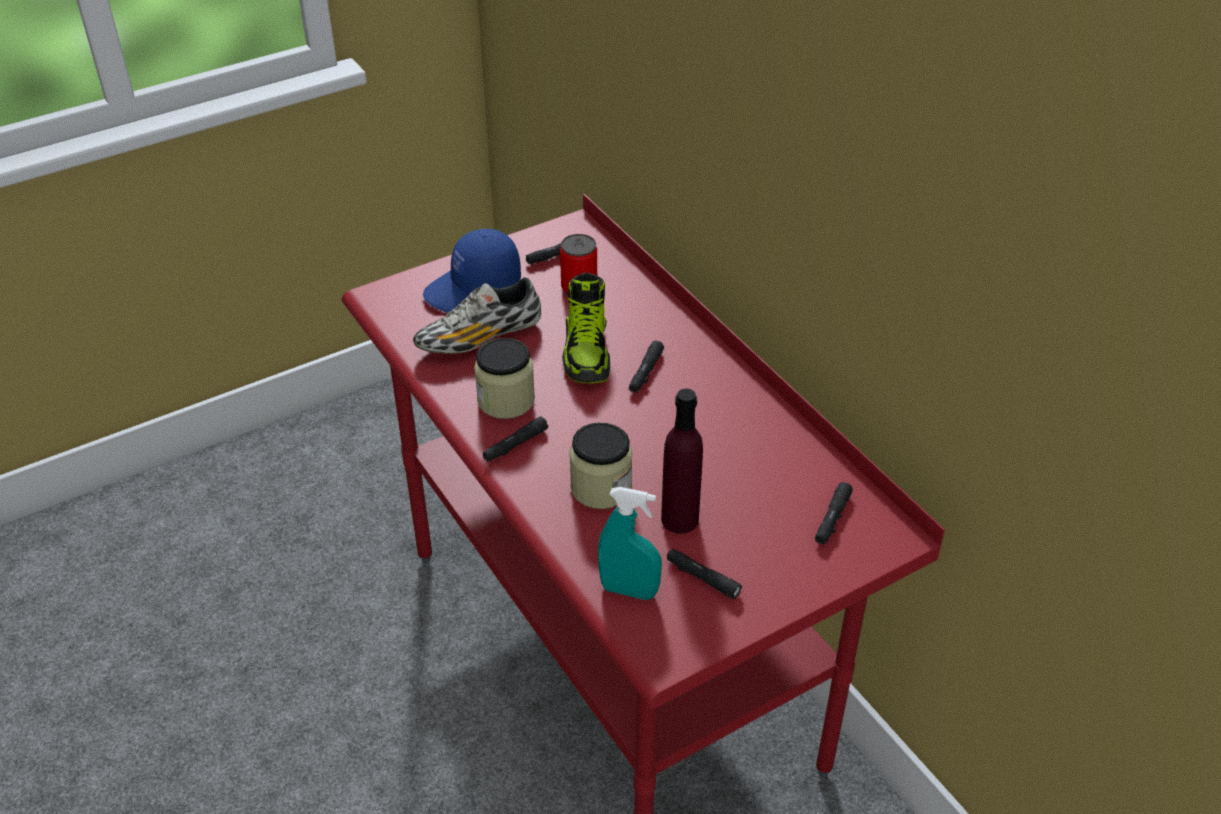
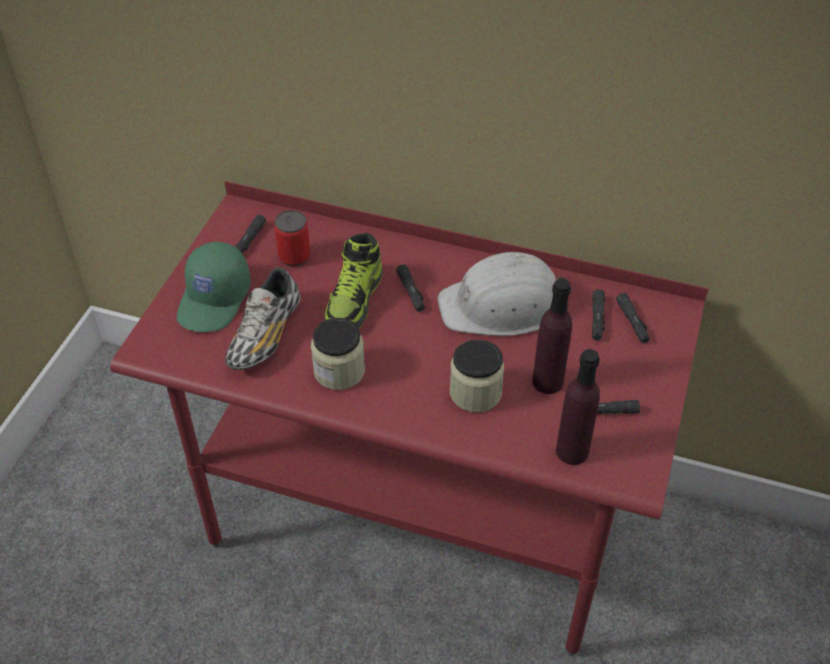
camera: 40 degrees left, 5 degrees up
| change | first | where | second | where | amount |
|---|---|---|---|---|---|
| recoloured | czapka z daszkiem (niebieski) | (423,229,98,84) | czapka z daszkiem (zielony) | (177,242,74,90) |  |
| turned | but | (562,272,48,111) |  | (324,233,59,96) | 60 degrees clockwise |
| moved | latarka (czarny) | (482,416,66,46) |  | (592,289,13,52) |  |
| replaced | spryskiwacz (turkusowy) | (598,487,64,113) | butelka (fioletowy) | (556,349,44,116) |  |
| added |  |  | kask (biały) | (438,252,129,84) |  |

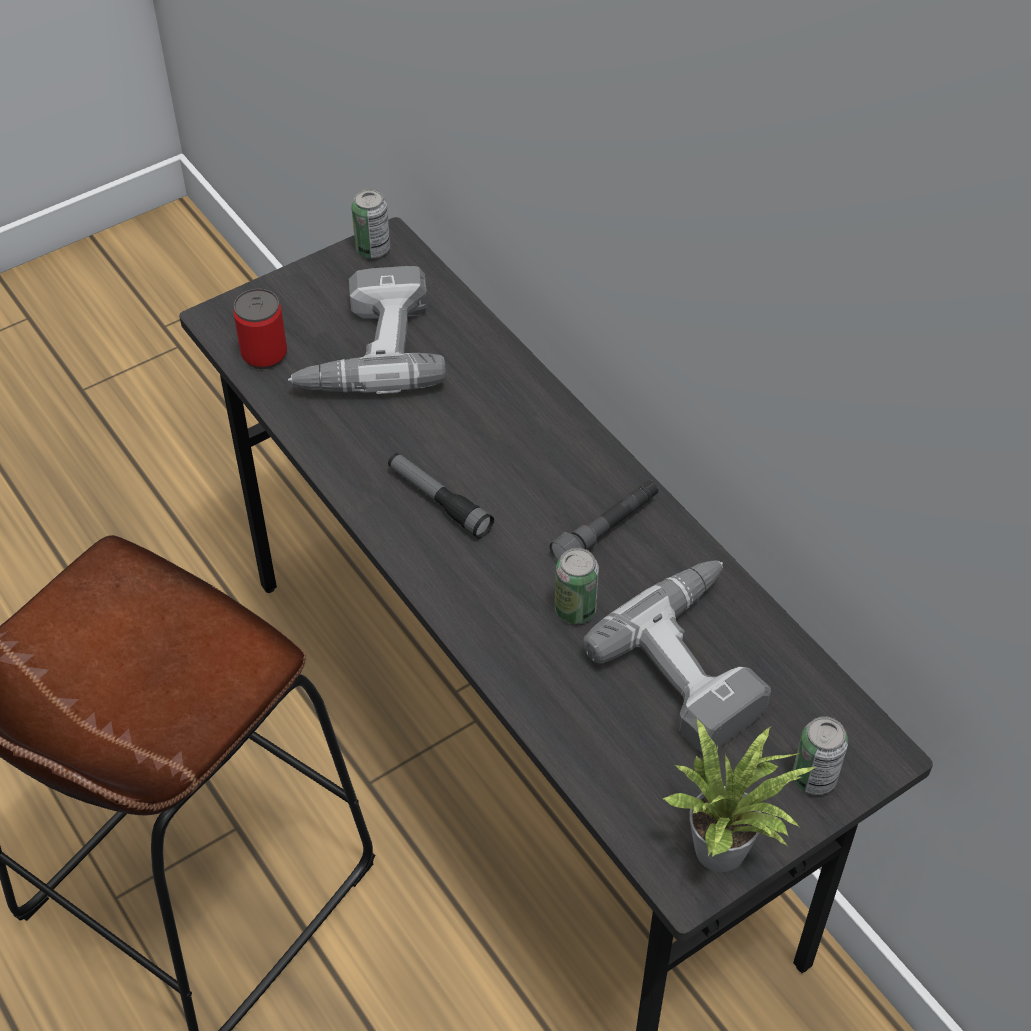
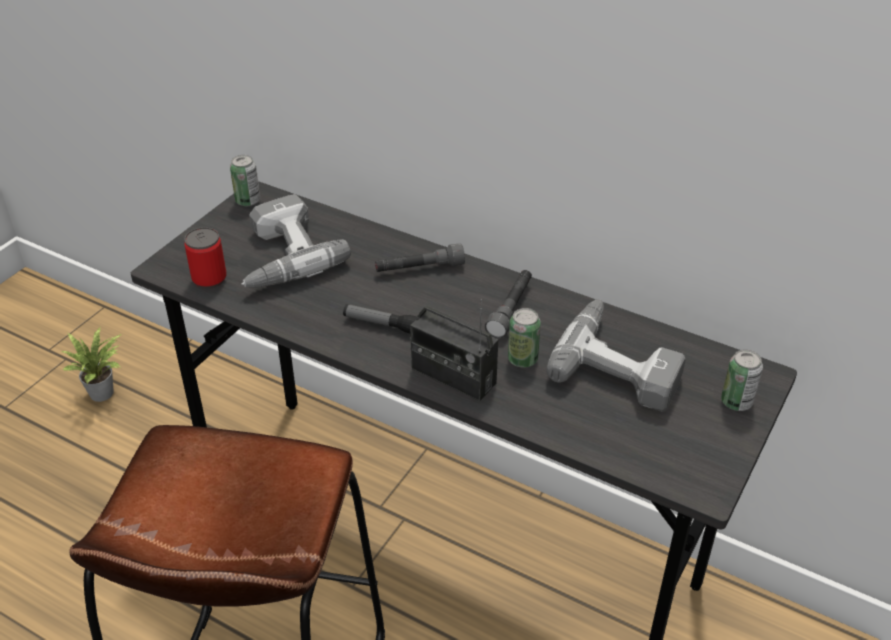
camera: 25 degrees left, 10 degrees down
| change | first | where | second | where | amount |
|---|---|---|---|---|---|
| moved | roślina doniczkowa | (663,719,153,153) |  | (61,327,61,75) |  |
| added |  |  | latarka (szary) | (375,244,90,28) |  |
| added |  |  | radio | (410,299,88,102) |  |

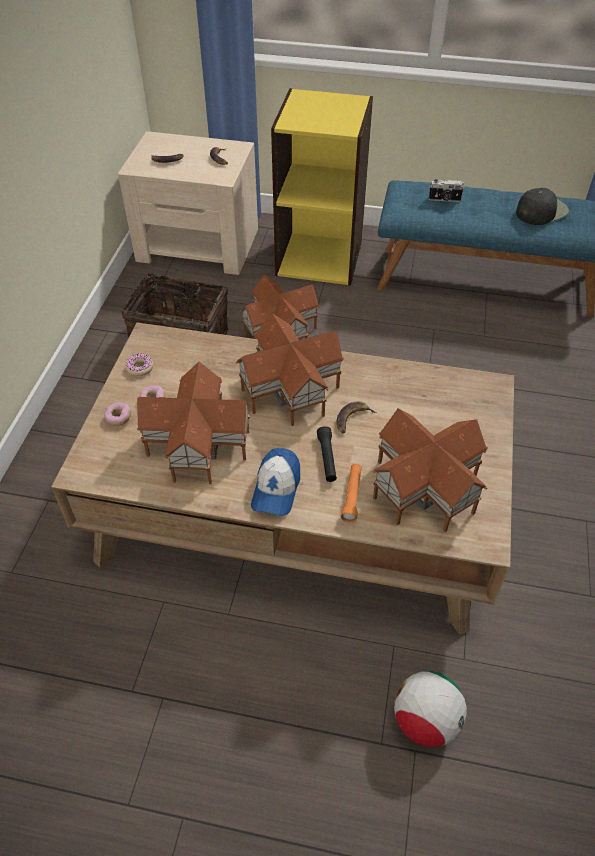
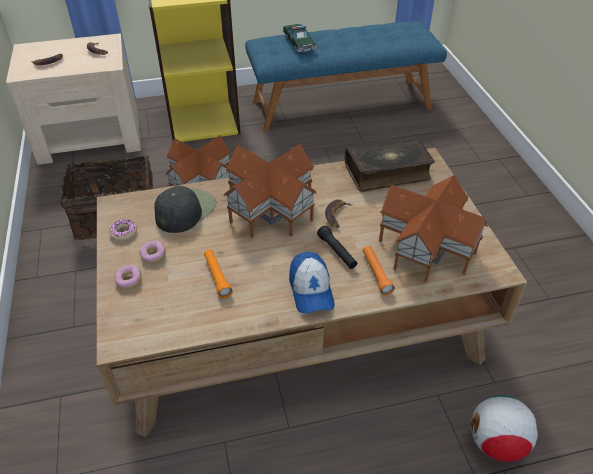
camera: 25 degrees left, 5 degrees down
| change | first | where | second | where | amount |
|---|---|---|---|---|---|
| replaced | aparat fotograficzny | (429,179,35,23) | samochodzik | (282,24,35,28) |  |
| moved | czapka z daszkiem (czarny) | (516,188,53,37) |  | (154,186,62,47) |  |
| replaced | domek | (137,362,114,122) | latarka (pomarańczowy) | (204,250,29,48) |  |
| added |  |  | książka | (345,138,90,54) |  |

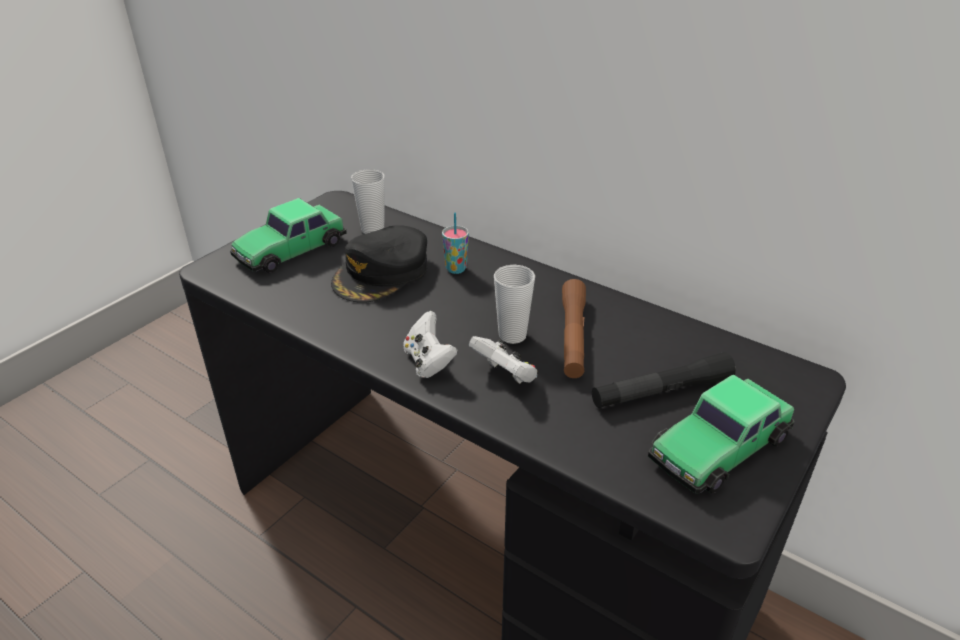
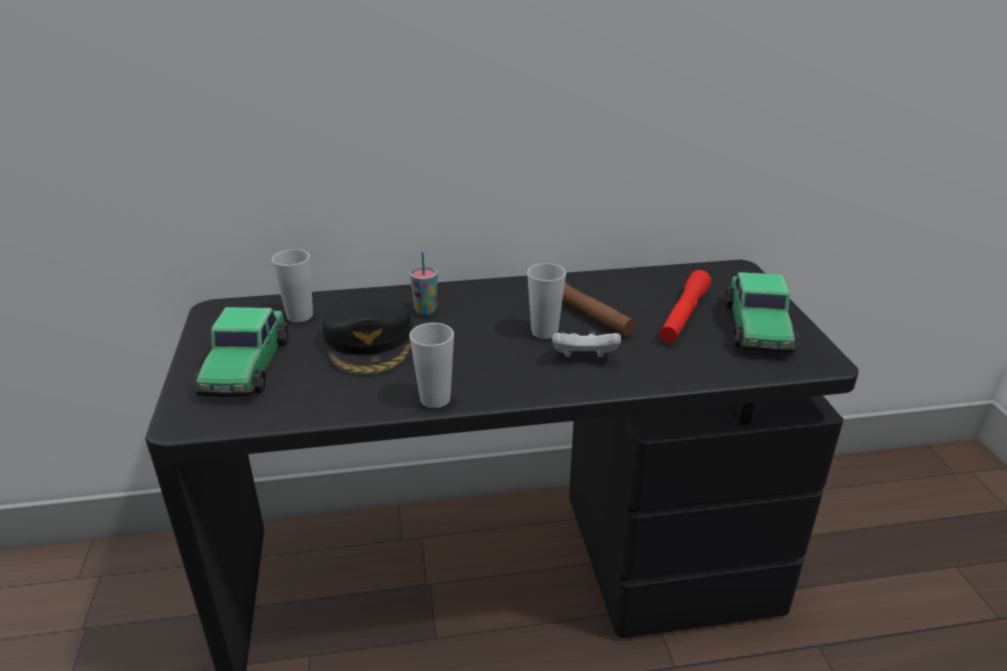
camera: 45 degrees left, 5 degrees down
| change | first | where | second | where | amount |
|---|---|---|---|---|---|
| removed | pad do gier (biały) | (403,311,55,67) |  |  |  |
| recoloured | latarka (czarny) | (592,352,144,56) | latarka (czerwony) | (659,270,52,73) |  |
| added |  |  | filiżanka | (409,322,45,86) |  |

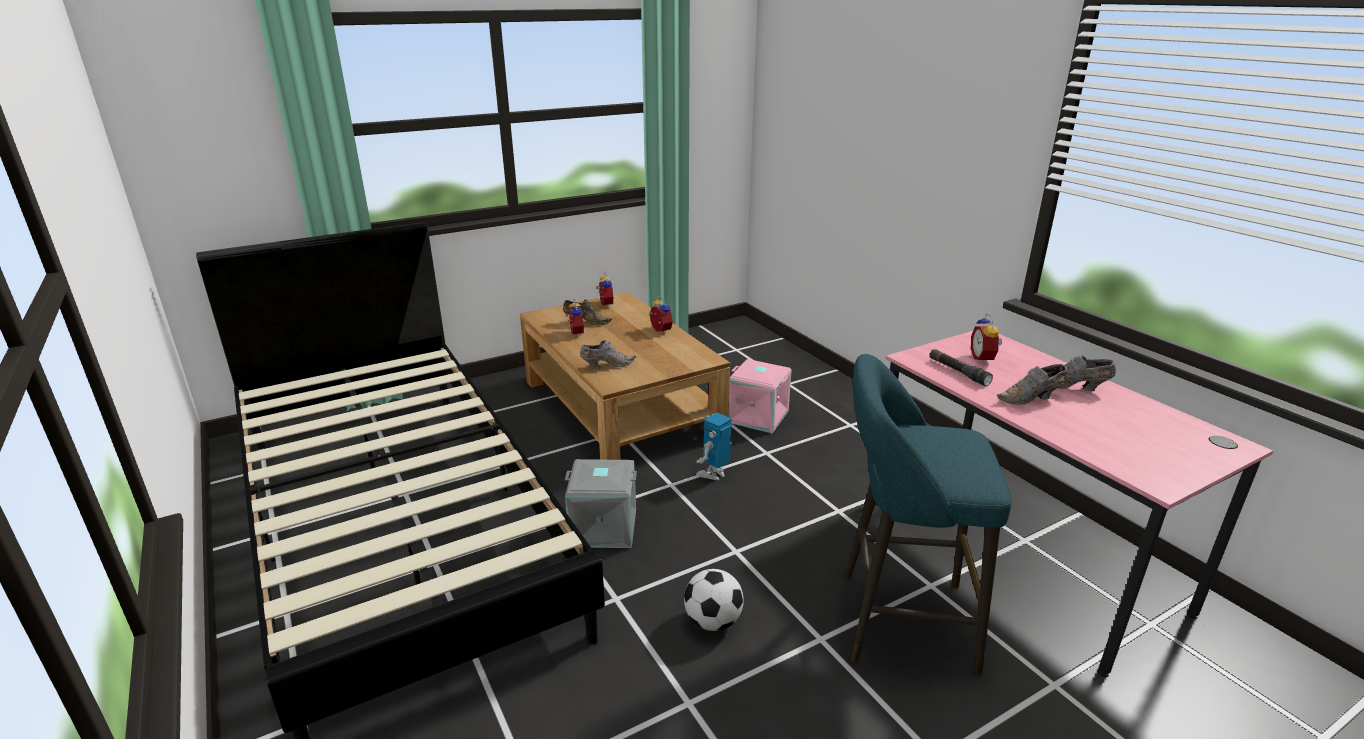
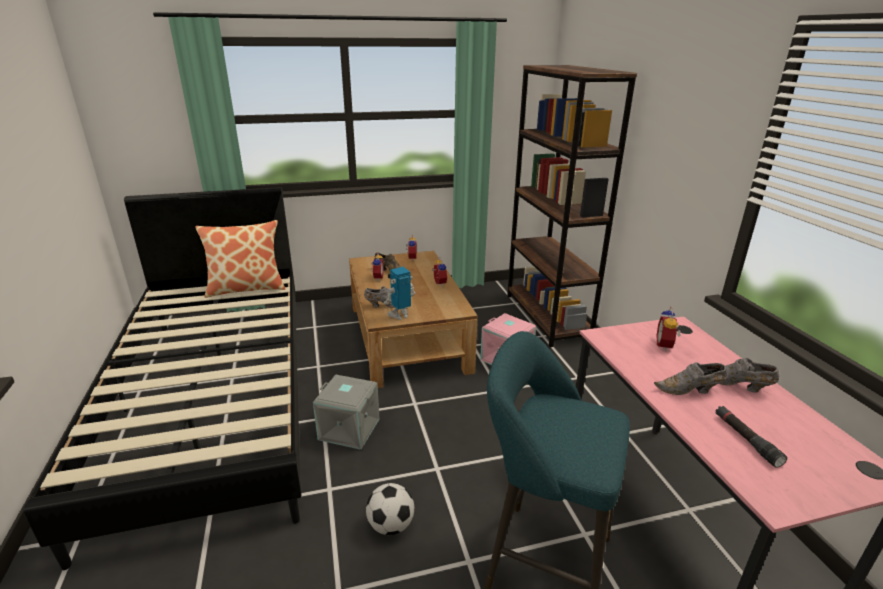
camera: 15 degrees right, 0 degrees up
| change | first | where | second | where | amount |
|---|---|---|---|---|---|
| moved | latarka (czarny) | (929,349,64,37) |  | (716,406,71,62) |  |
| moved | robot zabawkowy | (696,412,36,68) |  | (384,267,31,53) |  |
| added |  |  | regał (brązowy) | (507,65,130,282) |  |
| added |  |  | poduszka | (195,220,90,78) |  |

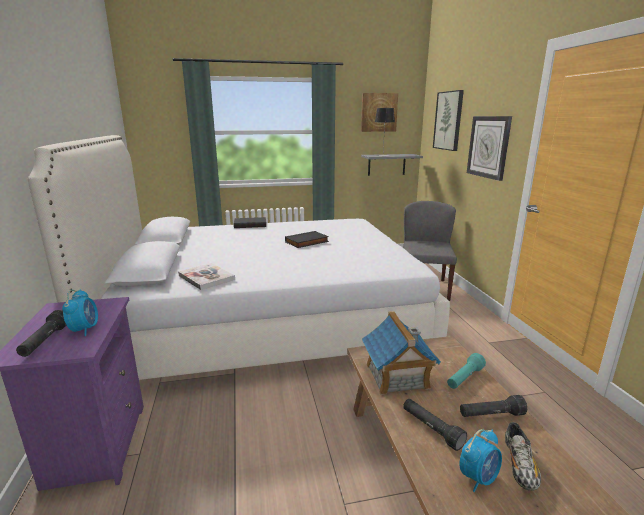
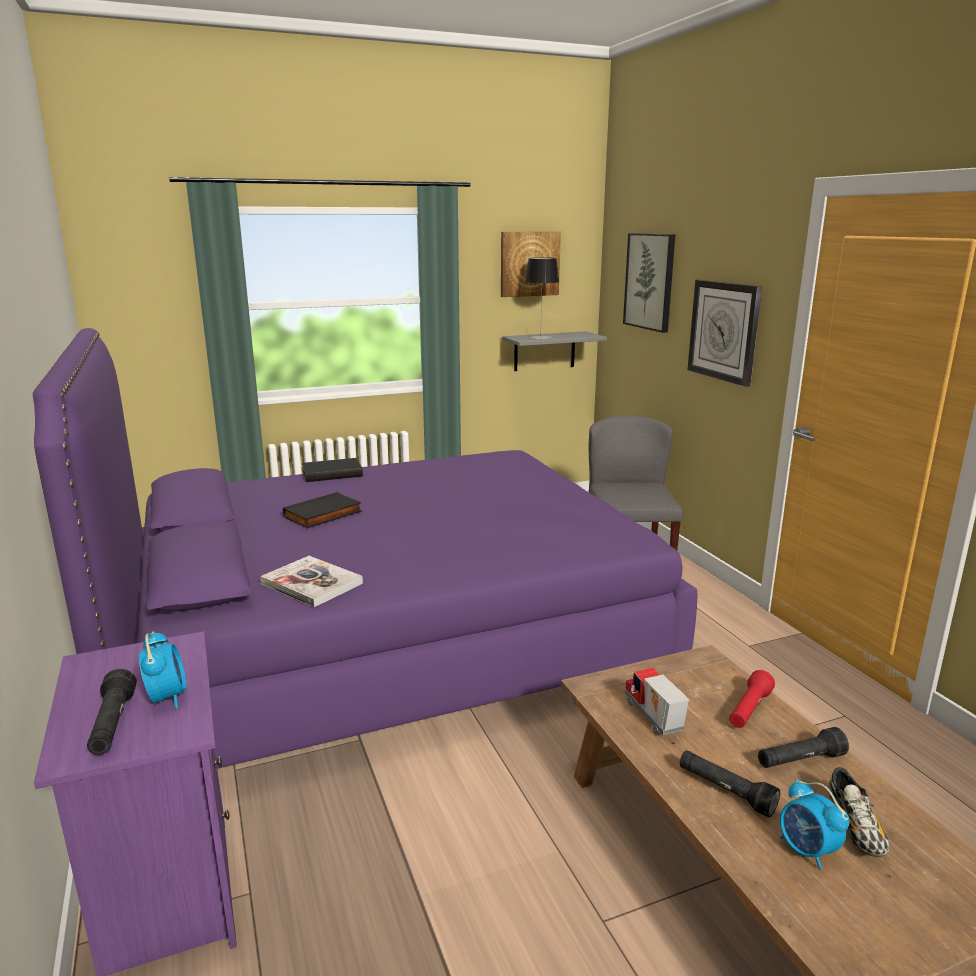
camera: 10 degrees left, 0 degrees up
| change | first | where | second | where | amount |
|---|---|---|---|---|---|
| recoloured | łóżko (biały) | (28,135,422,245) | łóżko (fioletowy) | (33,328,664,441) |  |
| moved | książka (czarny) | (285,231,44,17) |  | (283,492,79,36) |  |
| replaced | domek | (362,311,79,84) | ciężarówka zabawkowa | (625,668,64,67) |  |
| recoloured | latarka (turkusowy) | (447,353,39,36) | latarka (czerwony) | (729,670,46,58) |  |
| turned | budzik | (460,429,42,63) |  | (780,779,70,91) | 105 degrees clockwise |

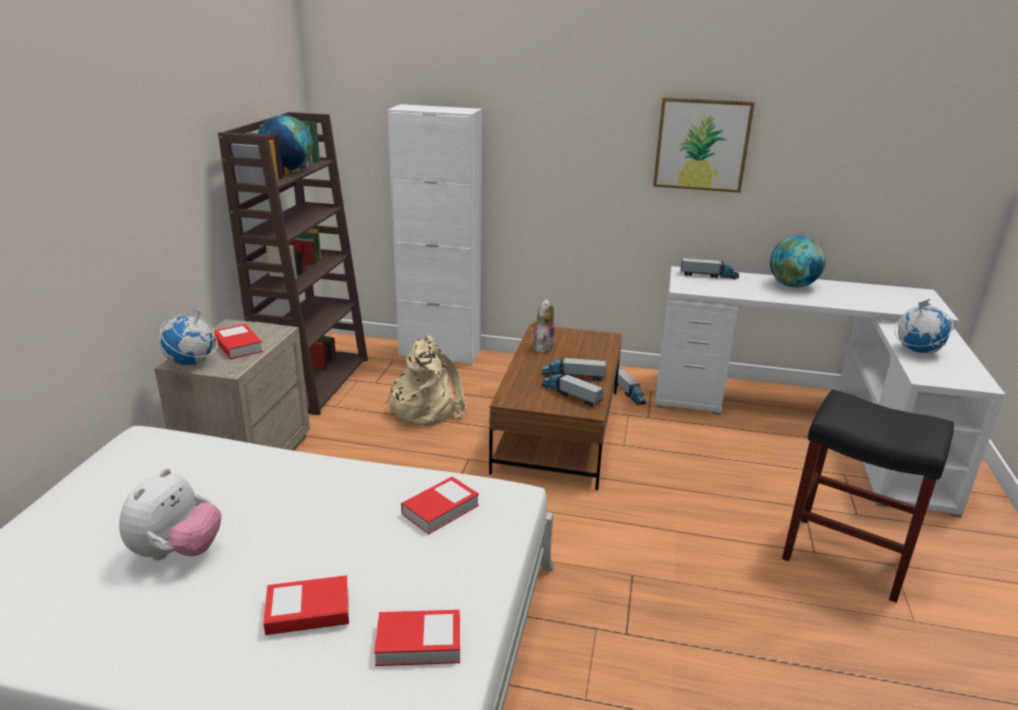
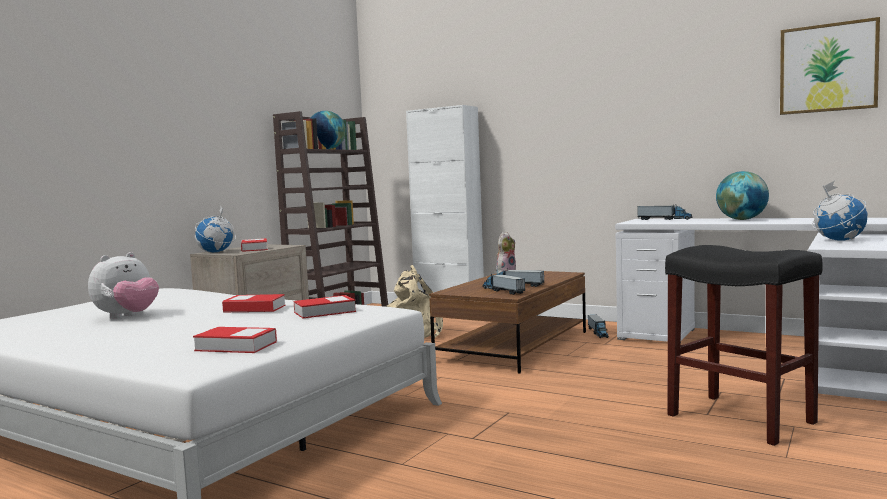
camera: 20 degrees right, 20 degrees down
| change | first | where | second | where | amount |
|---|---|---|---|---|---|
| moved | obraz | (653,97,102,96) |  | (780,17,100,98) |  |
| moved | książka | (263,575,86,60) |  | (222,294,63,18) |  |

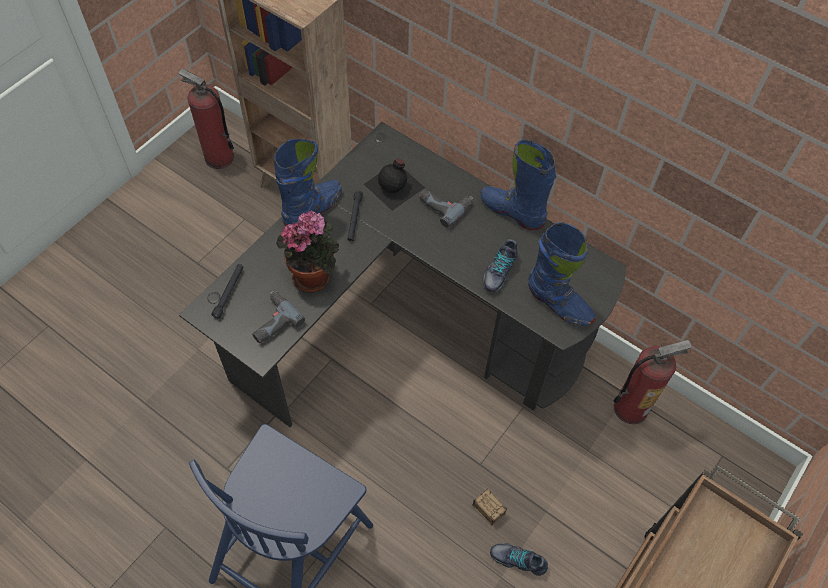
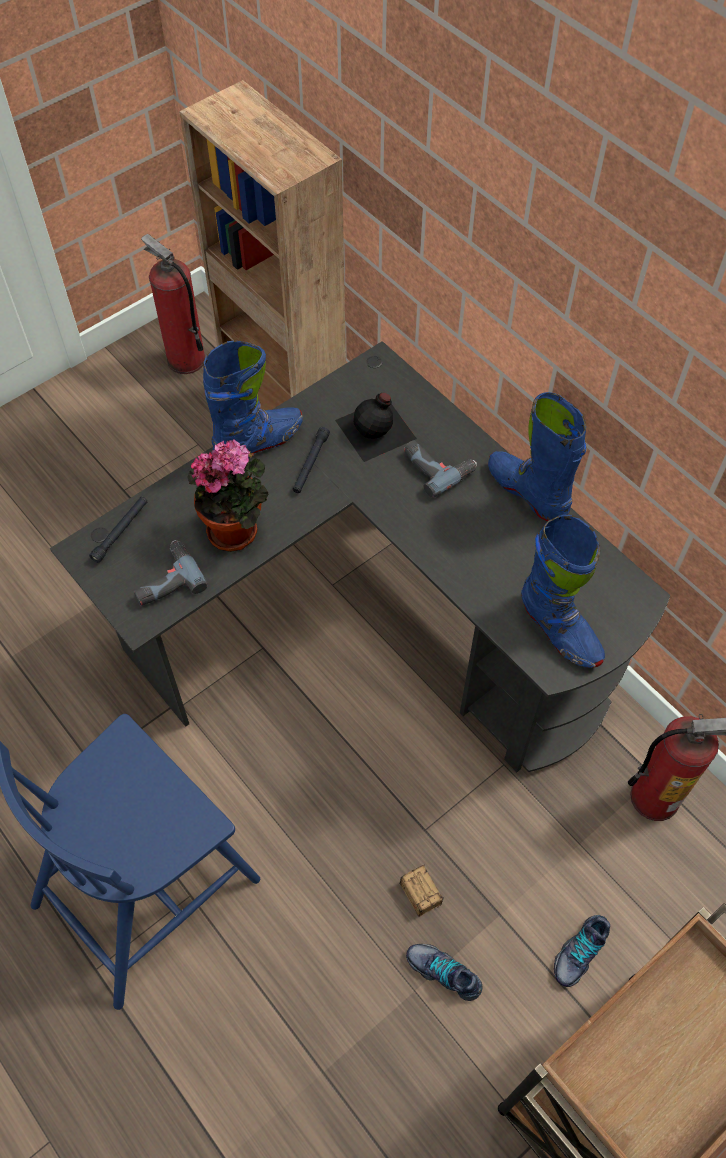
camera: 15 degrees right, 0 degrees up
| change | first | where | second | where | amount |
|---|---|---|---|---|---|
| moved | but | (482,239,36,53) |  | (554,915,56,72) |  |

